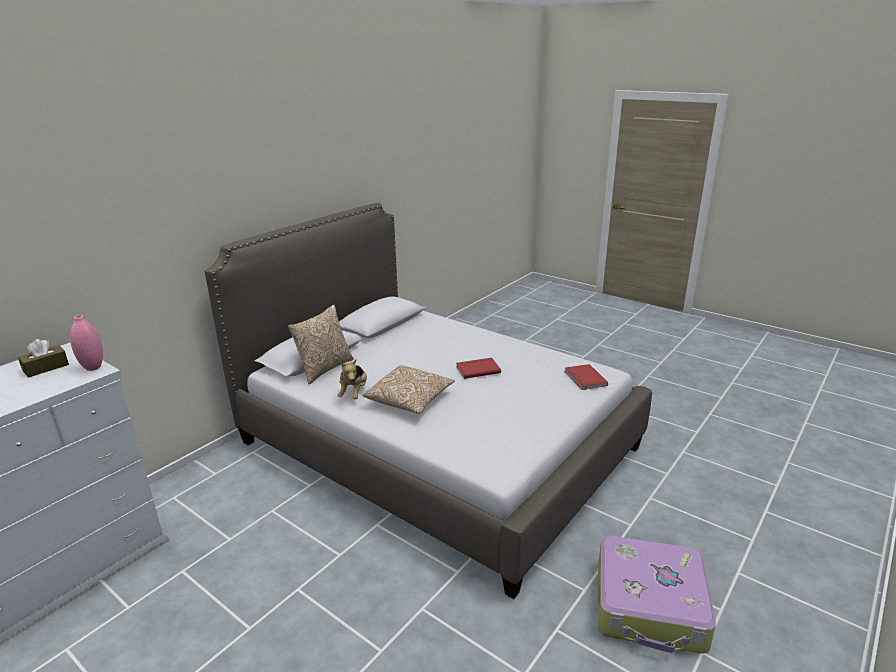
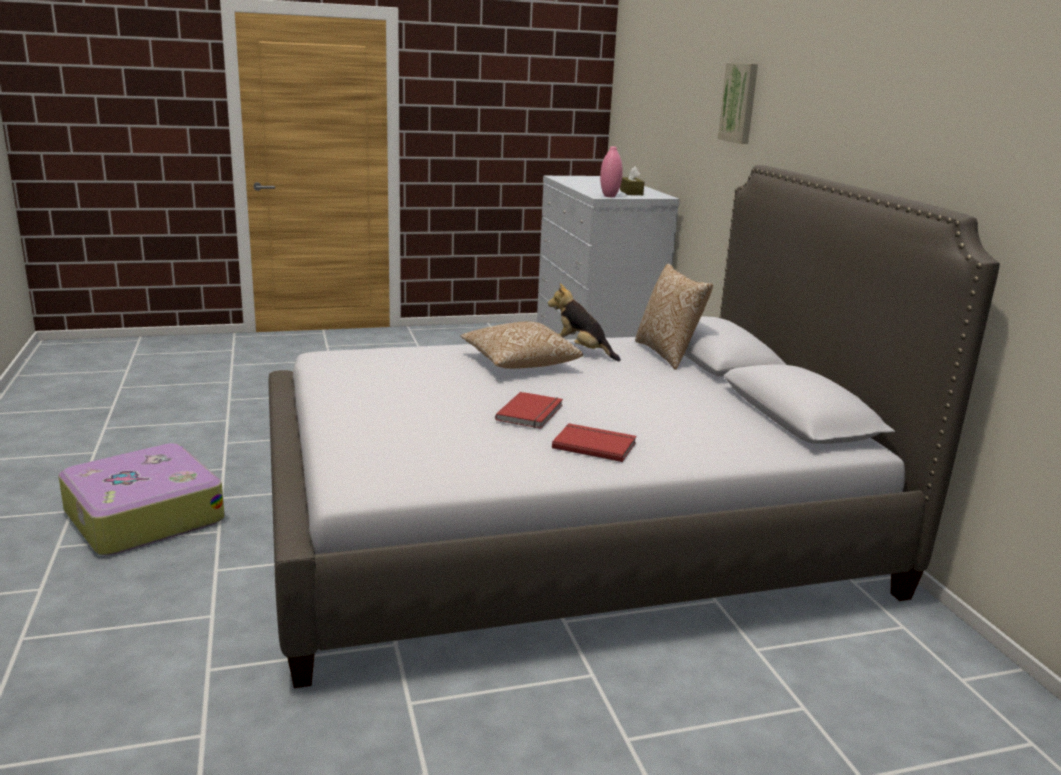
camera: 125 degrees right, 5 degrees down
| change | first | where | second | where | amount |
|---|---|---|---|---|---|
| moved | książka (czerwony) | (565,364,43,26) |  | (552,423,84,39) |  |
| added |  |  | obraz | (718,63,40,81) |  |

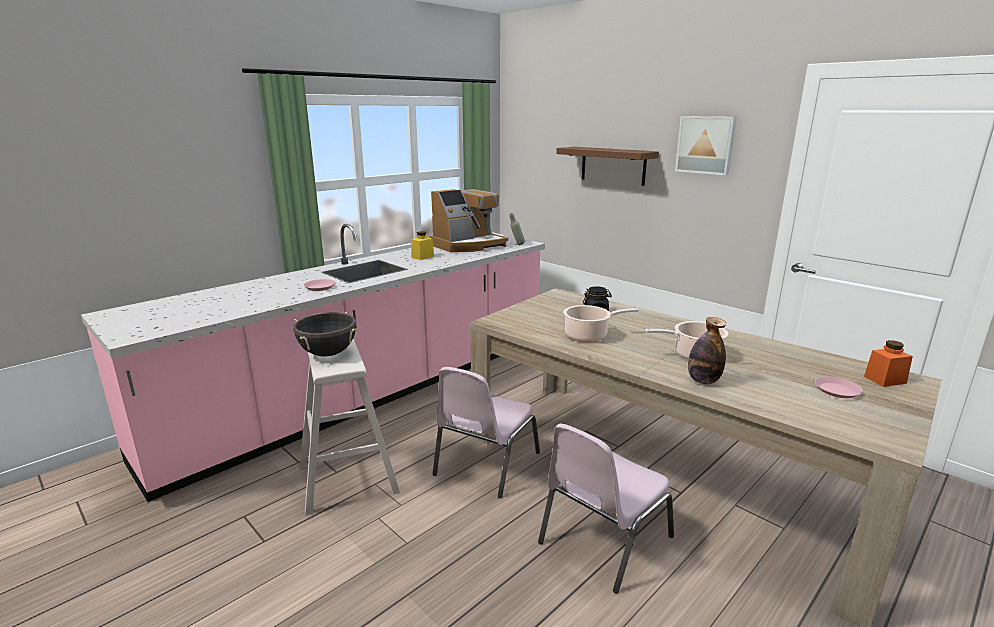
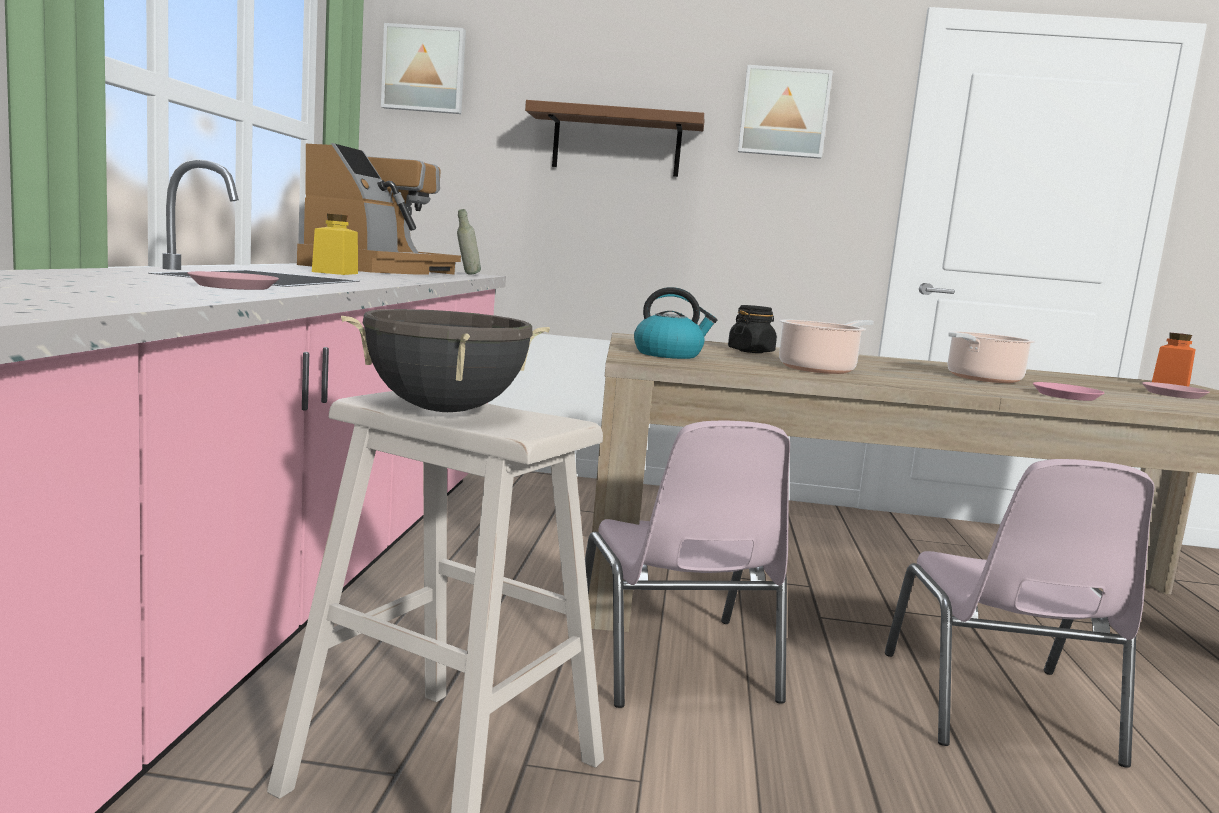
camera: 40 degrees left, 10 degrees down
| change | first | where | second | where | amount |
|---|---|---|---|---|---|
| replaced | butelka | (688,317,38,67) | talerz (różowy) | (1033,382,71,19) |  |
| added |  |  | obraz | (381,23,85,91) |  |
| added |  |  | czajnik | (634,287,83,72) |  |

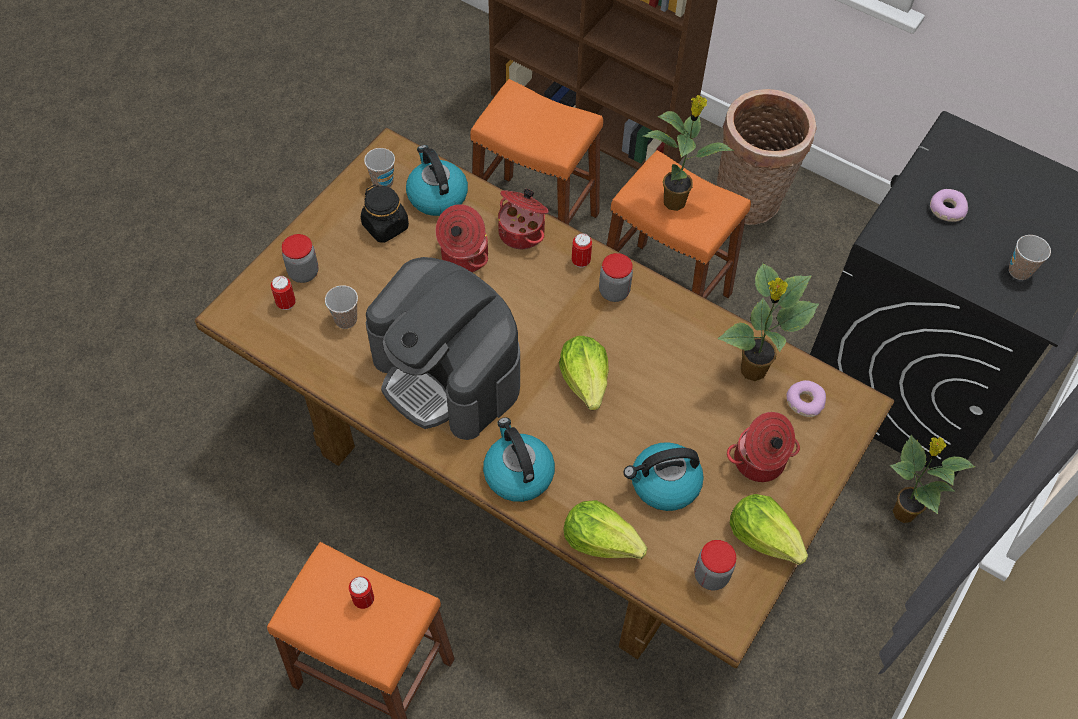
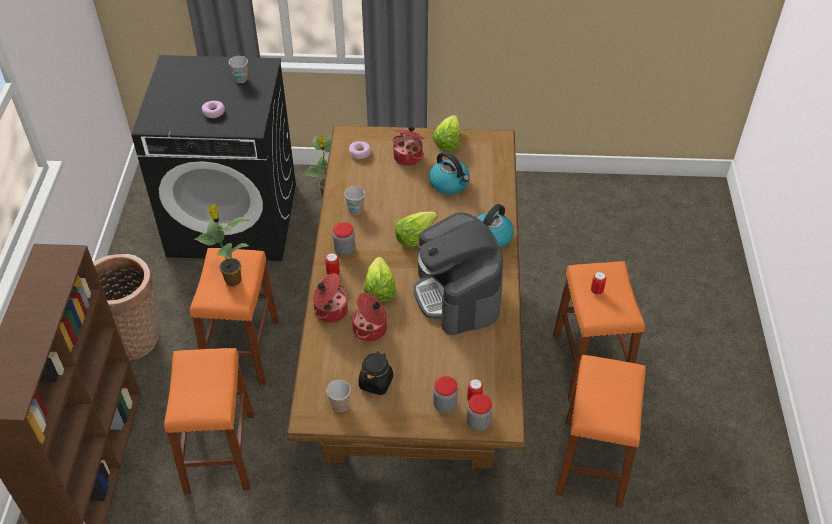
camera: 120 degrees left, 10 degrees down
| change | first | where | second | where | amount |
|---|---|---|---|---|---|
| removed | czajnik | (406,145,62,71) |  |  |  |
| turned | ekspres do kawy | (366,257,154,183) |  | (414,212,89,123) | 150 degrees clockwise |
| removed | roślina doniczkowa | (717,263,102,118) |  |  |  |
| moved | filiżanka | (325,285,33,44) |  | (344,186,21,29) |  |
| moved | sałata | (563,500,84,59) |  | (364,257,32,45) |  |
| moved | słoik | (695,540,41,50) |  | (467,394,25,37) |  |
| added |  |  | stołek (pomarańczowy) | (555,355,91,153) |  |

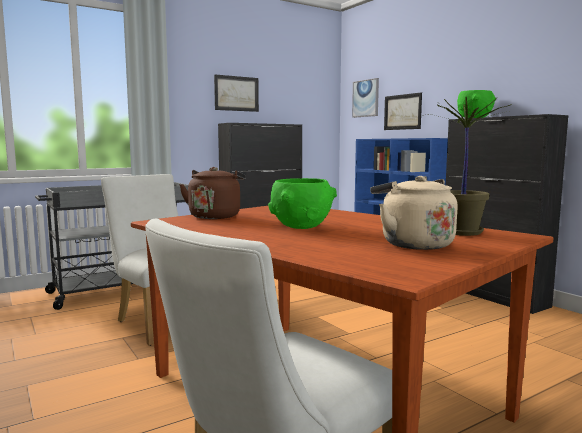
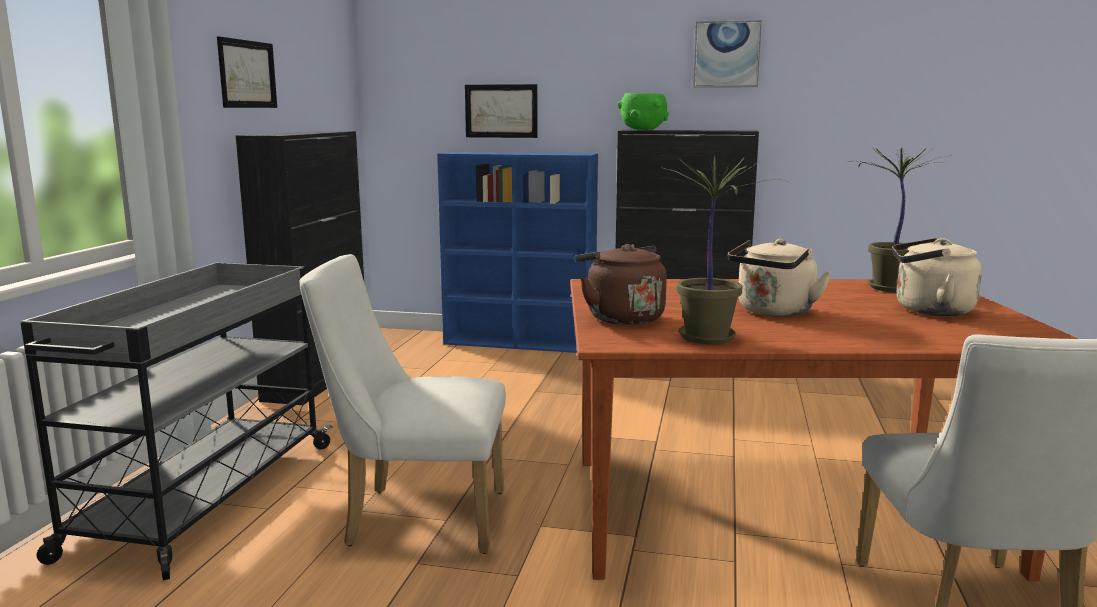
camera: 45 degrees left, 5 degrees up
| change | first | where | second | where | amount |
|---|---|---|---|---|---|
| moved | obraz | (352,78,27,40) |  | (693,20,69,68) |  |
| replaced | miska (zielony) | (268,178,69,51) | czajnik (beżowy) | (728,239,103,78) |  |
| added |  |  | roślina doniczkowa | (660,156,124,188) |  |

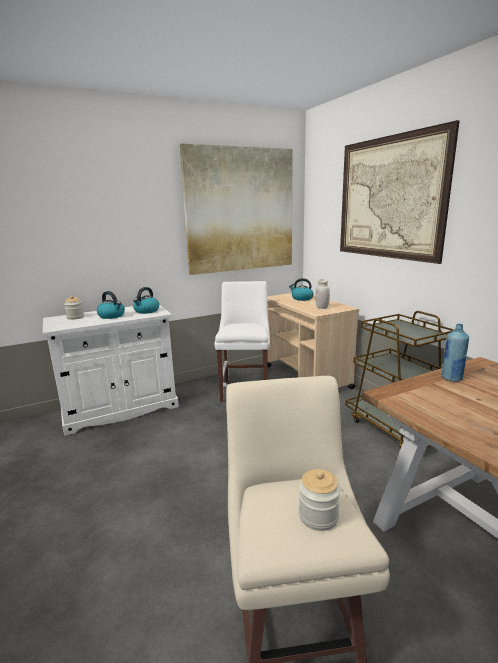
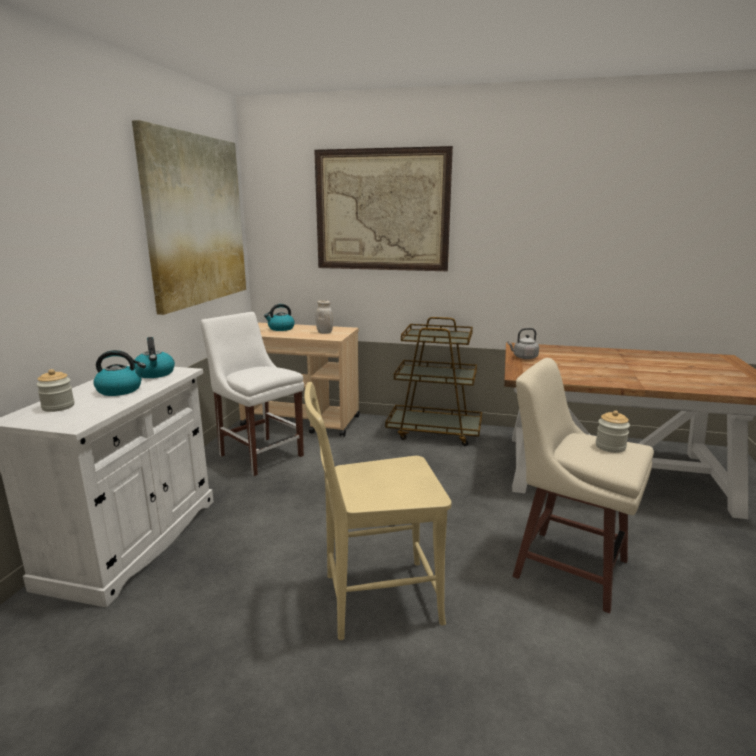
camera: 50 degrees left, 0 degrees up
| change | first | where | second | where | amount |
|---|---|---|---|---|---|
| replaced | butelka (niebieski) | (441,324,28,58) | czajnik (szary) | (507,328,32,31) |  |
| added |  |  | krzesło (beżowy) | (304,382,148,258) |  |

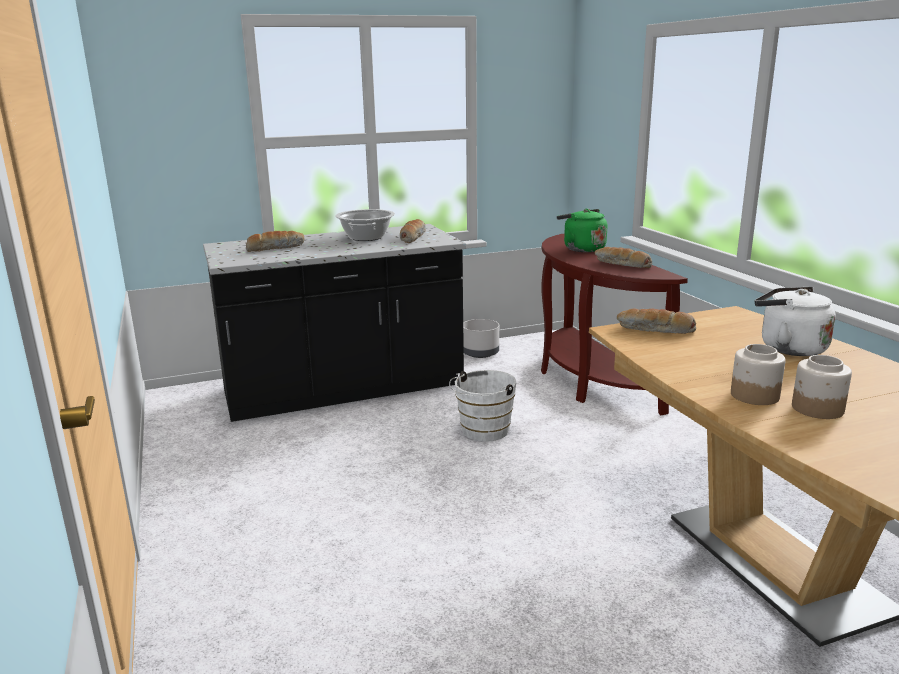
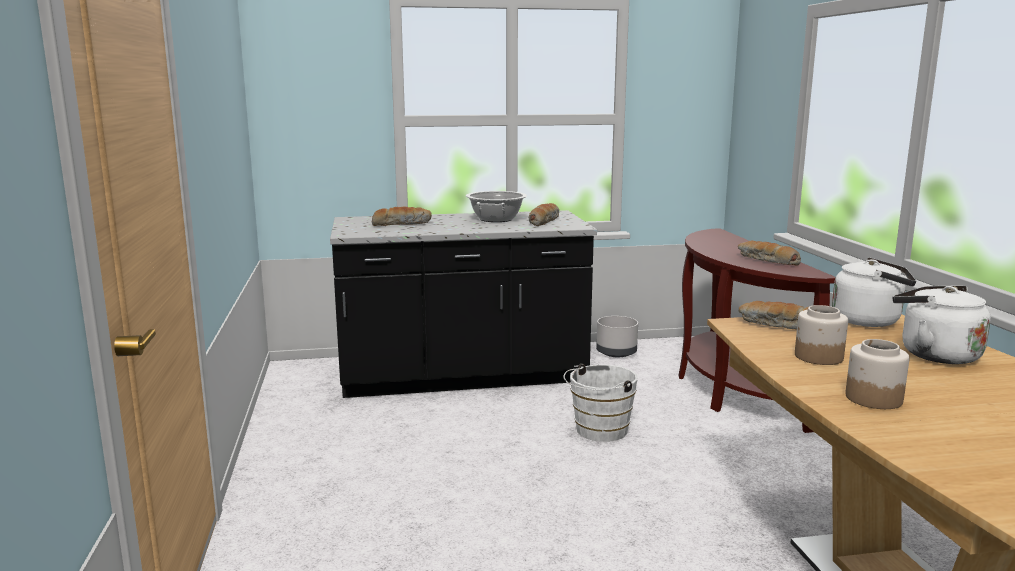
camera: 10 degrees right, 5 degrees down
| change | first | where | second | where | amount |
|---|---|---|---|---|---|
| removed | czajnik (zielony) | (557,209,50,43) |  |  |  |
| moved | słoik | (792,355,60,64) |  | (795,305,53,60) |  |
| added |  |  | czajnik (biały) | (832,257,84,70) |  |

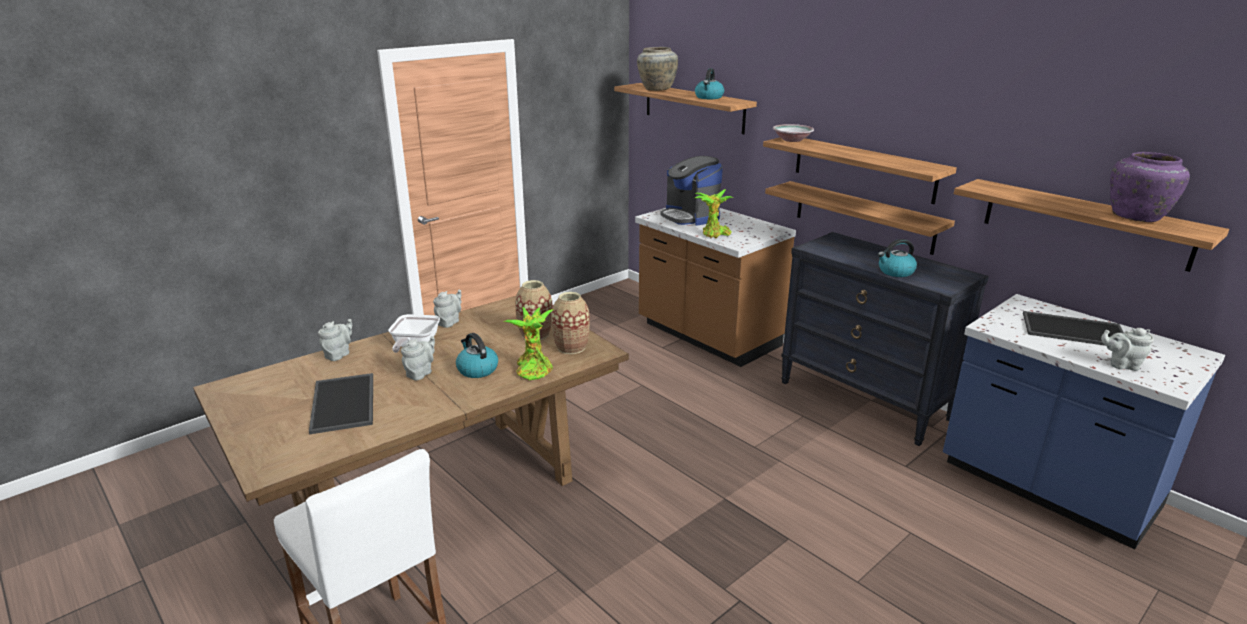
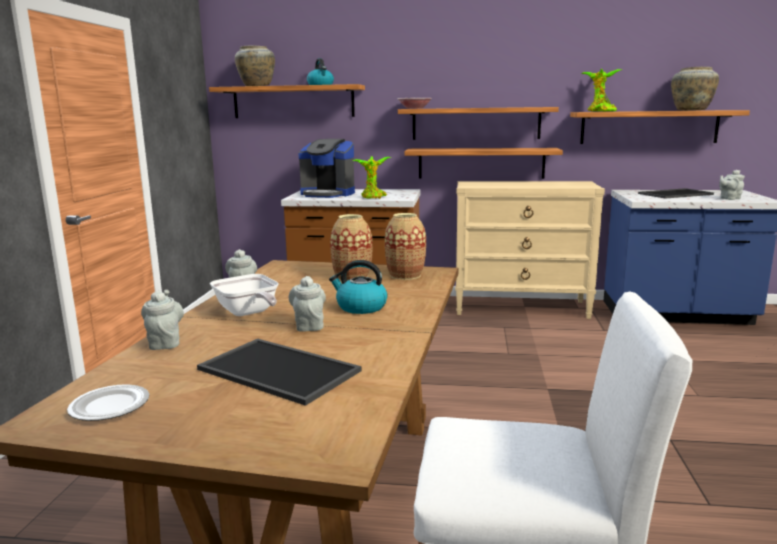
camera: 40 degrees left, 10 degrees down
| change | first | where | second | where | amount |
|---|---|---|---|---|---|
| recoloured | wazon (fioletowy) | (1110,152,80,70) | wazon (beżowy) | (671,67,48,44) |  |
| recoloured | komoda (czarny) | (781,232,208,214) | komoda (beżowy) | (455,181,150,138) |  |
| removed | czajnik | (878,239,39,38) |  |  |  |
| moved | roślina doniczkowa | (503,307,50,73) |  | (581,68,41,44) |  |
| added |  |  | talerz | (67,384,82,37) |  |

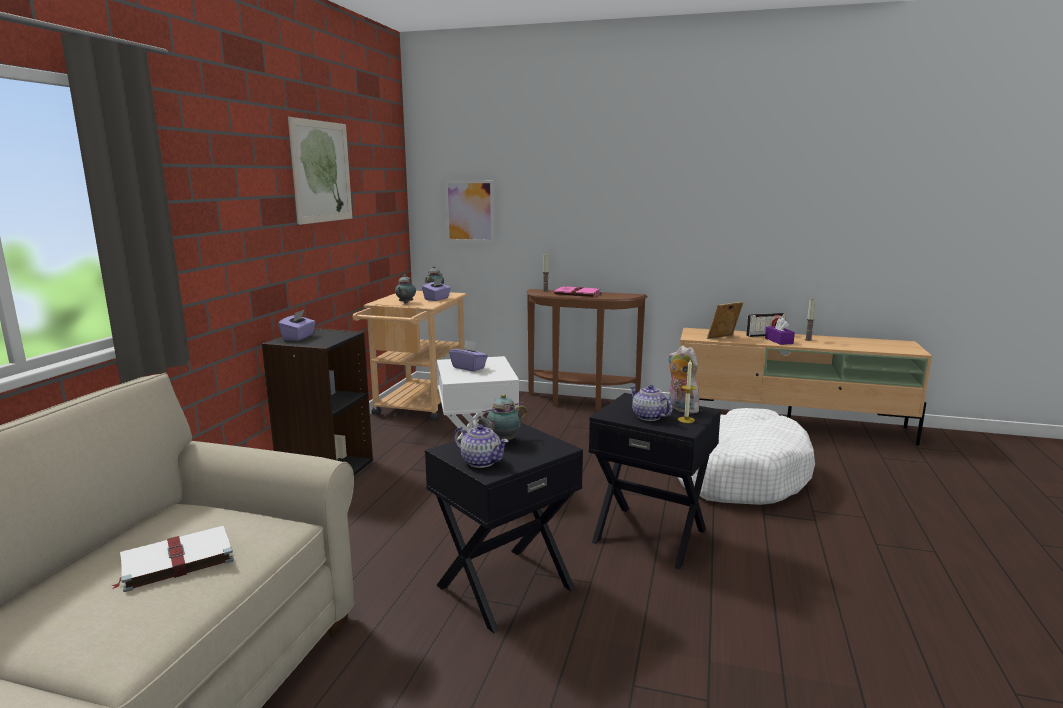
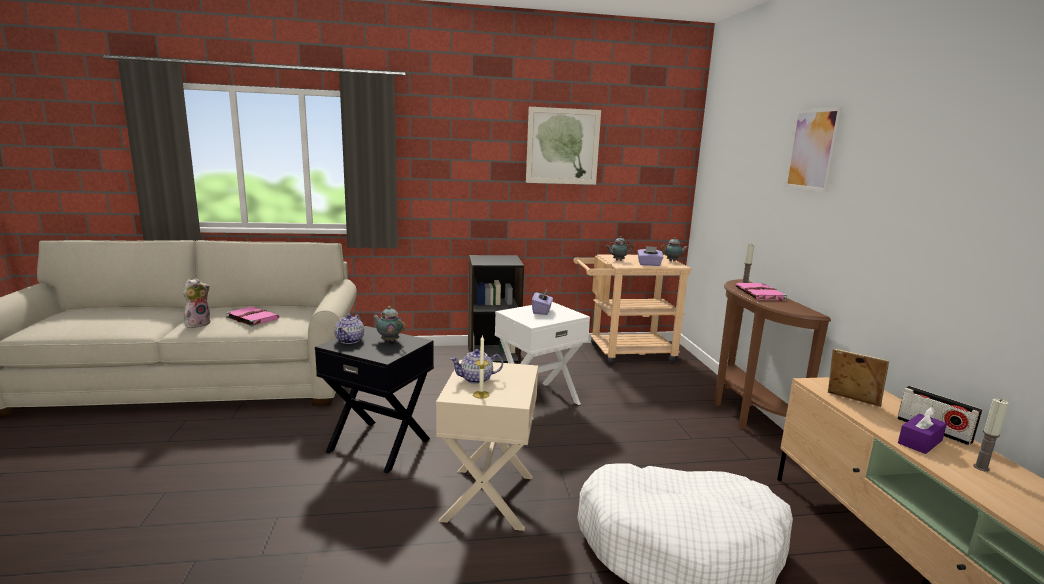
camera: 65 degrees right, 0 degrees up
| change | first | where | second | where | amount |
|---|---|---|---|---|---|
| moved | obraz | (445,180,49,63) |  | (784,107,59,85) |  |
| removed | pudełko chusteczek (fioletowy) | (278,310,37,31) |  |  |  |
| moved | pluszak | (668,346,33,68) |  | (183,278,28,50) |  |
| turned | imbryk | (630,385,43,36) |  | (450,349,53,35) | 135 degrees counterclockwise |
| recoloured | stolik (czarny) | (589,393,132,177) | stolik (beżowy) | (436,360,102,171) |  |
| recoloured | książka (biały) | (111,526,123,66) | książka (różowy) | (226,307,54,20) |  |

